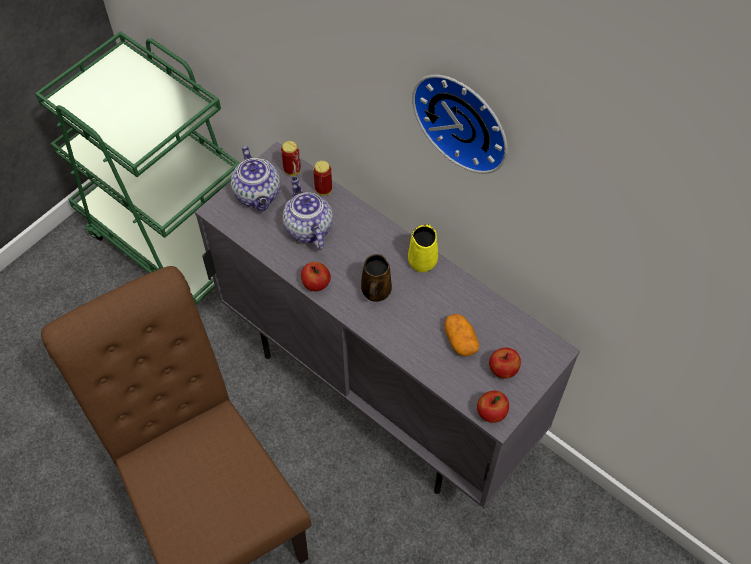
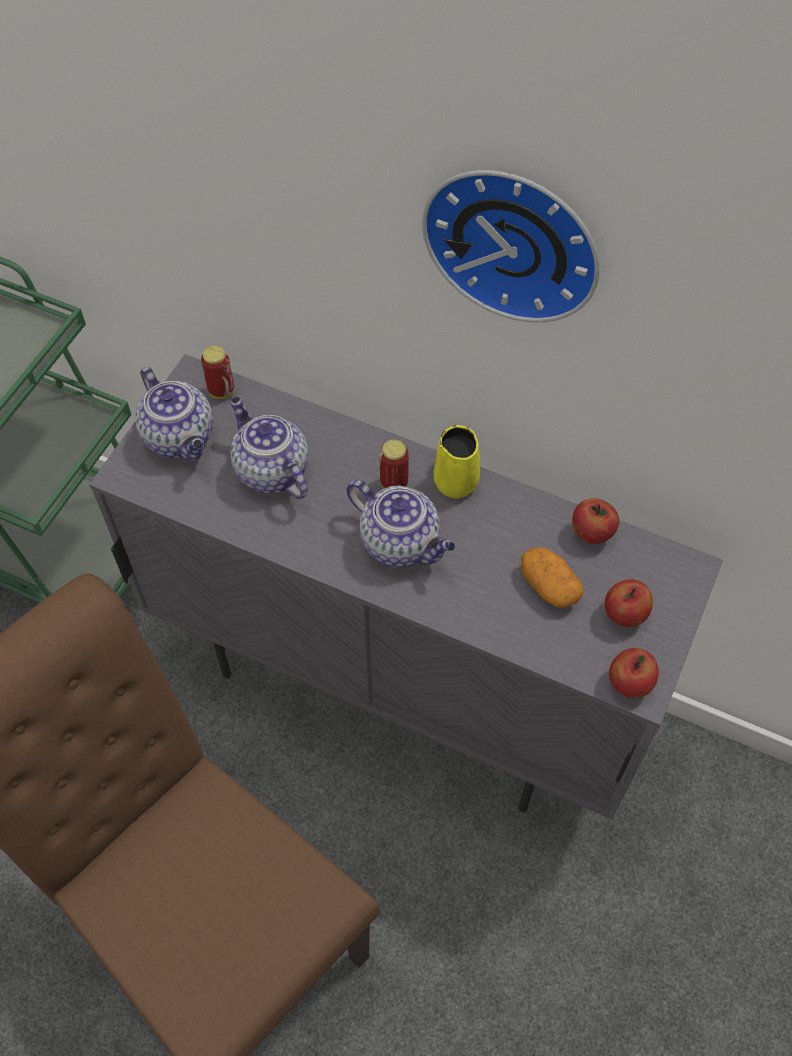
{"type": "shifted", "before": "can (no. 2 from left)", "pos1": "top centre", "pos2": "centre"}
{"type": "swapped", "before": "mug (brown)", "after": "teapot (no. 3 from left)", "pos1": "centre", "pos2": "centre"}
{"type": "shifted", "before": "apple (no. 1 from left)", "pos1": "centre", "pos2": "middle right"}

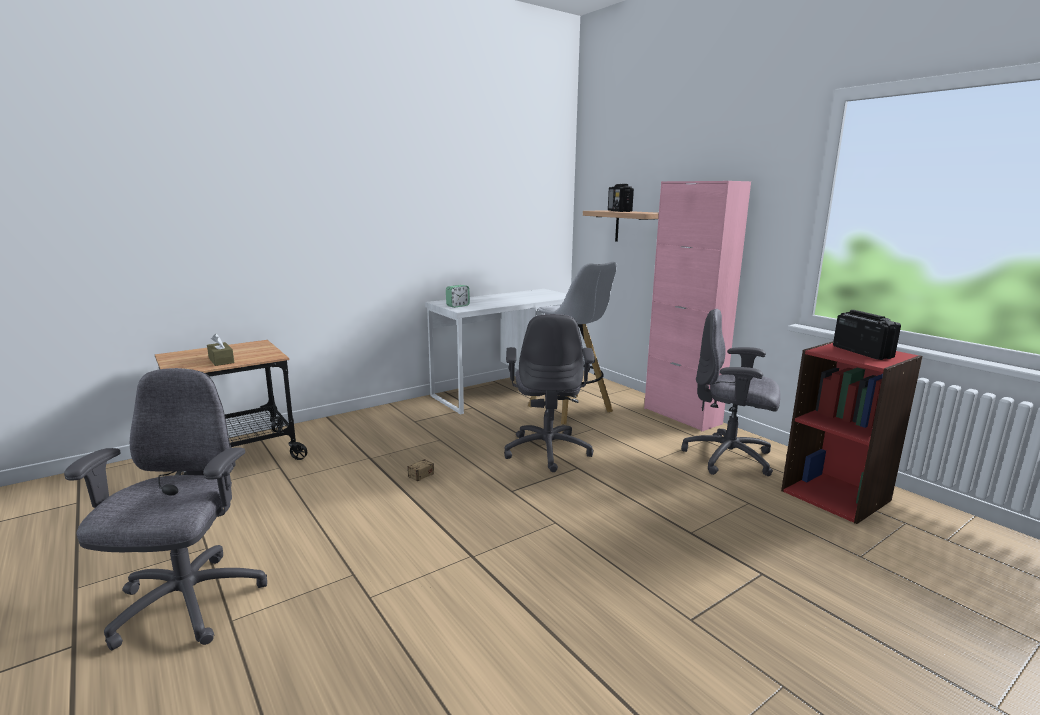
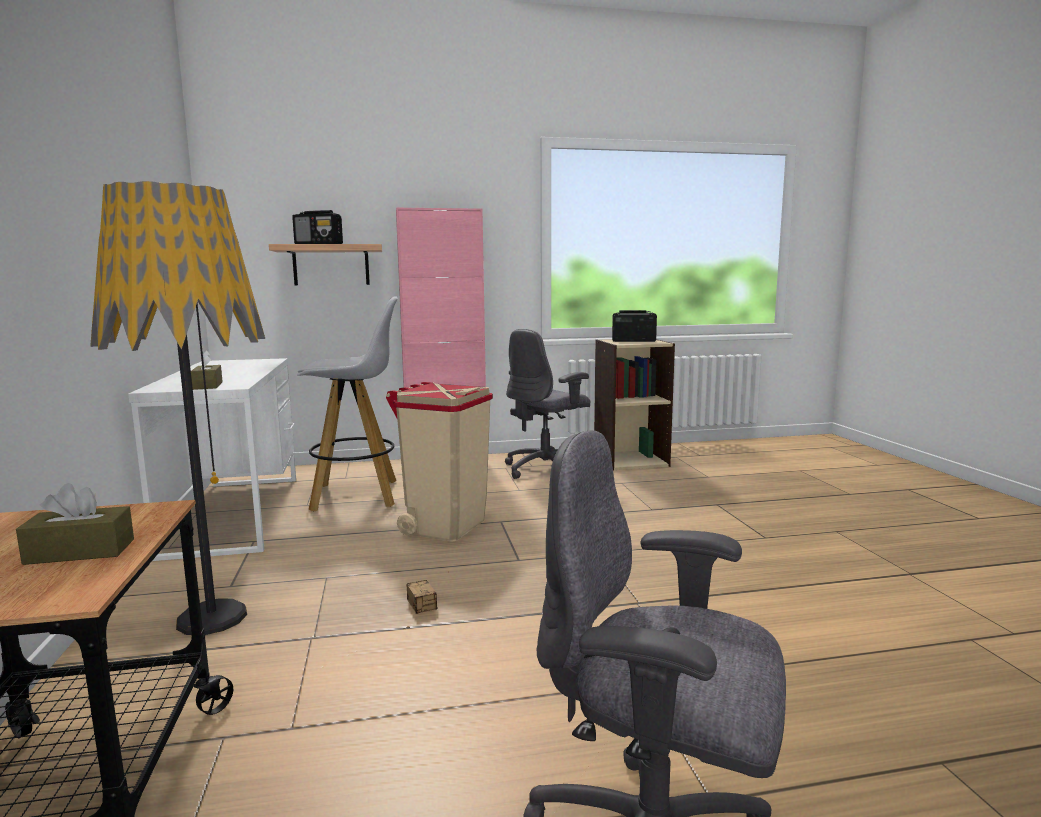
{"type": "swapped", "before": "alarm clock", "after": "tissue box (brown) (no. 2 from left)", "pos1": "centre", "pos2": "middle left"}
{"type": "swapped", "before": "office chair (grey) (no. 2 from left)", "after": "trash can (beige)", "pos1": "centre", "pos2": "centre"}
{"type": "repainted", "before": "bookcase (red)", "after": "bookcase (beige)", "pos1": "middle right", "pos2": "centre"}
{"type": "new", "after": "floor lamp", "pos2": "middle left"}

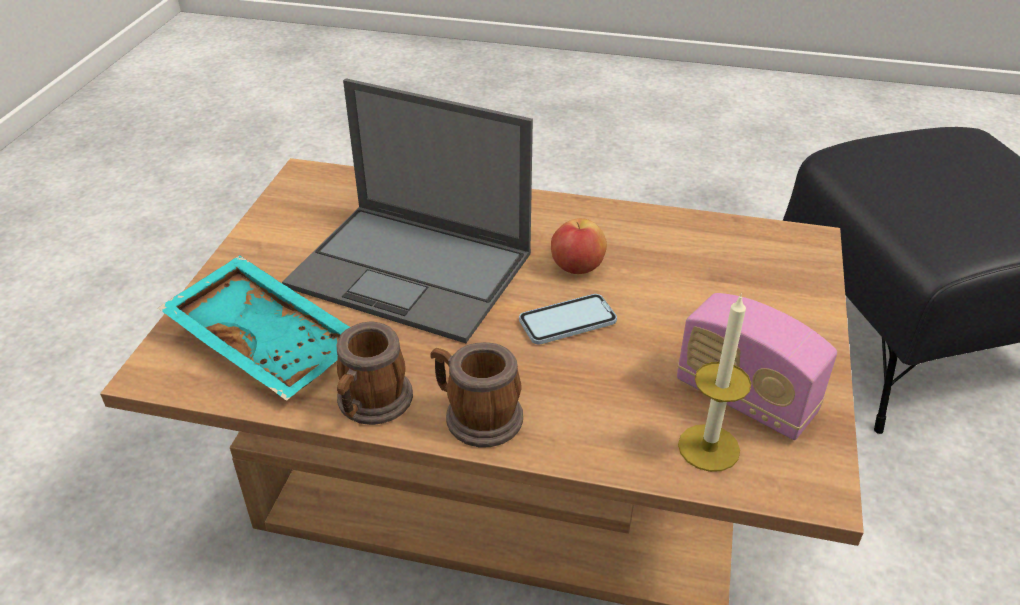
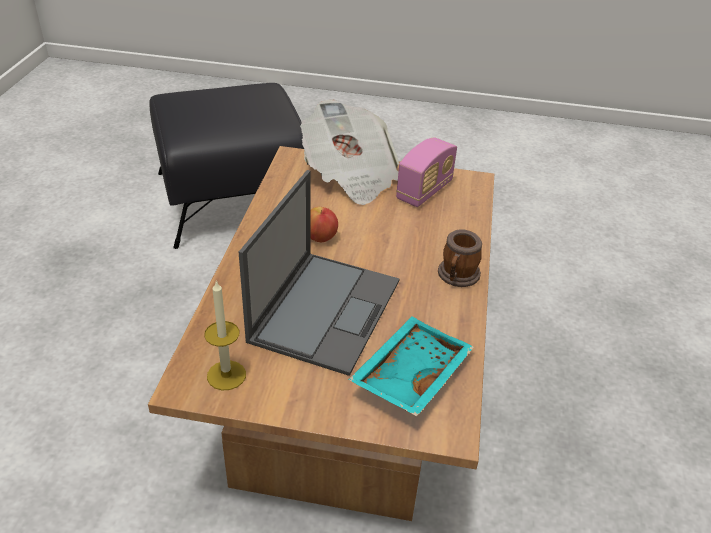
{"type": "gone", "before": "phone", "pos1": "centre"}
{"type": "shifted", "before": "candle", "pos1": "middle right", "pos2": "middle left"}
{"type": "gone", "before": "mug (no. 1 from left)", "pos1": "centre"}
{"type": "new", "after": "newspaper", "pos2": "top centre"}

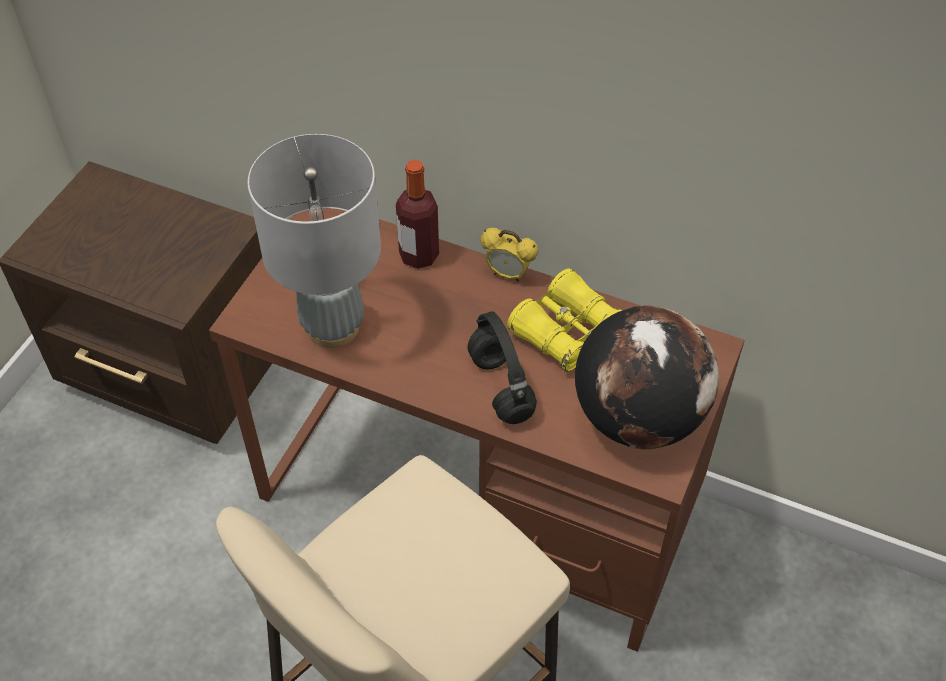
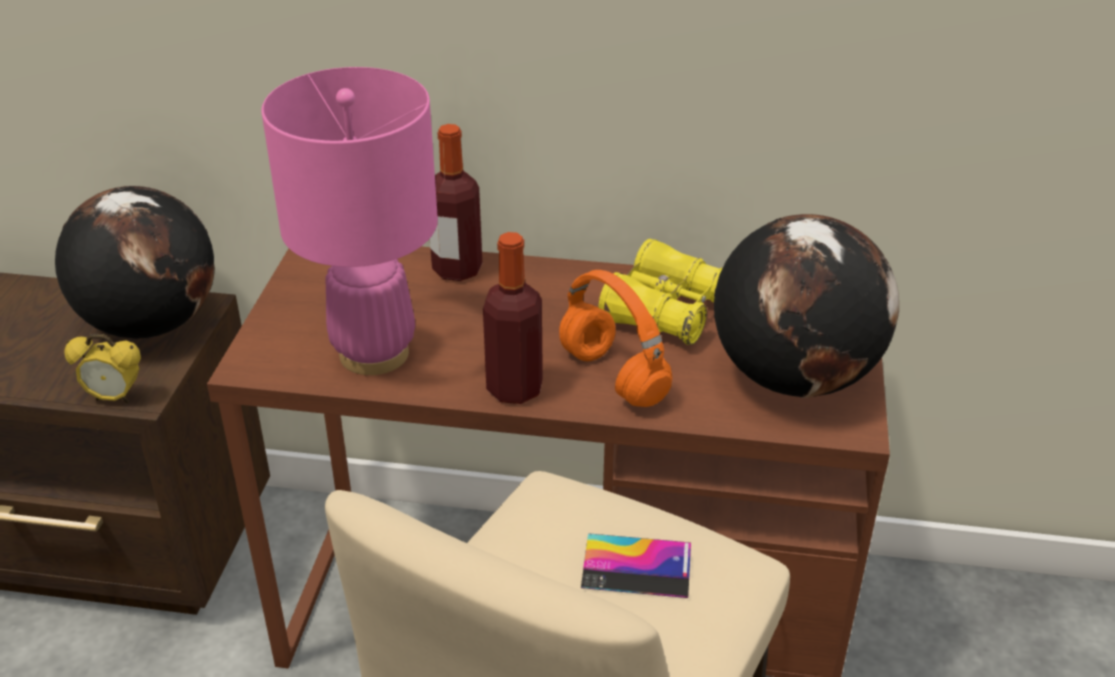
{"type": "repainted", "before": "table lamp (grey)", "after": "table lamp (pink)", "pos1": "middle left", "pos2": "top left"}
{"type": "shifted", "before": "alarm clock", "pos1": "centre", "pos2": "middle left"}
{"type": "repainted", "before": "headphones (black)", "after": "headphones (orange)", "pos1": "centre", "pos2": "centre"}
{"type": "new", "after": "globe (no. 1 from left)", "pos2": "middle left"}
{"type": "new", "after": "bottle (no. 2 from left)", "pos2": "centre"}
{"type": "new", "after": "phone", "pos2": "bottom centre"}

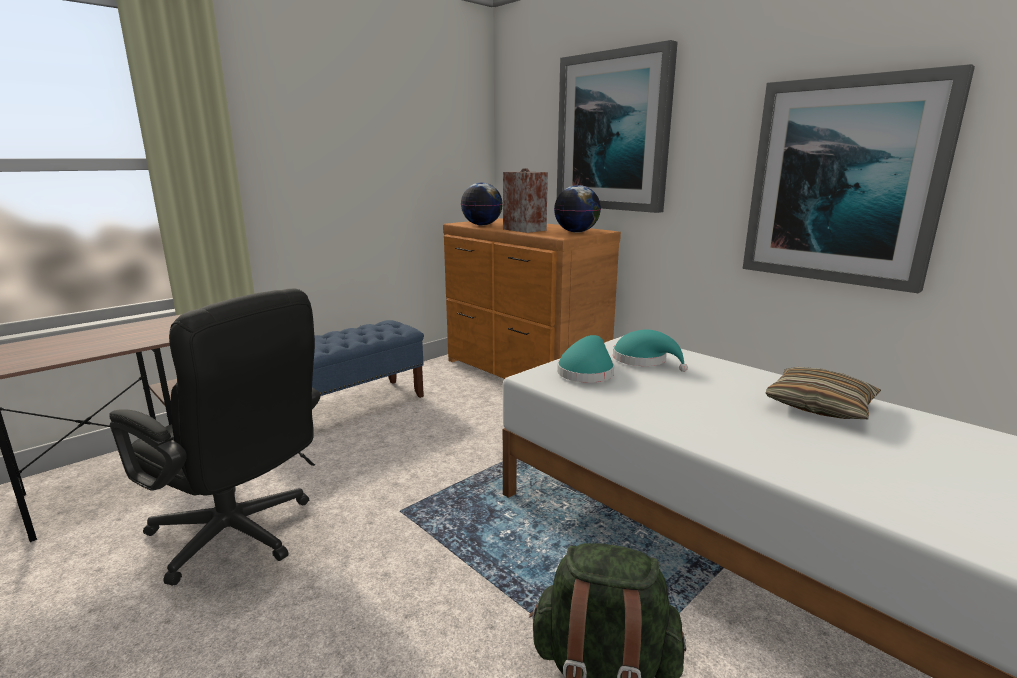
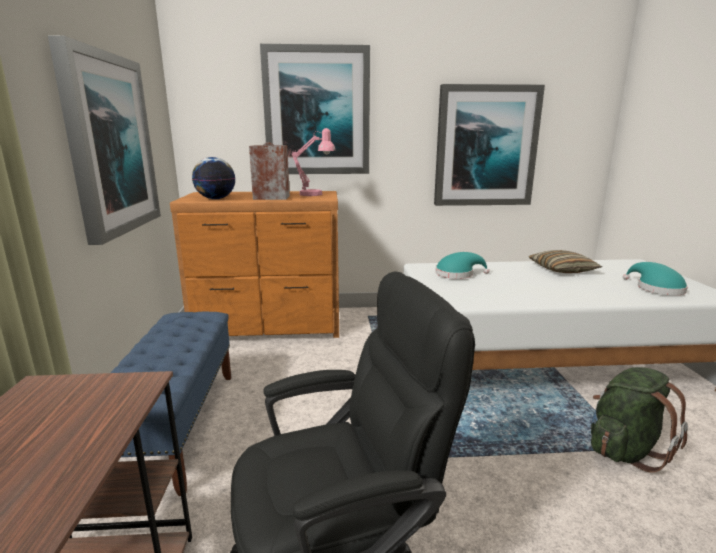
{"type": "swapped", "before": "globe (no. 2 from left)", "after": "table lamp (pink)", "pos1": "top centre", "pos2": "top centre"}
{"type": "shifted", "before": "hat (turquoise) (no. 1 from left in the first image)", "after": "hat (turquoise) (no. 2 from left)", "pos1": "centre", "pos2": "middle right"}
{"type": "new", "after": "picture (no. 1 from left)", "pos2": "top left"}

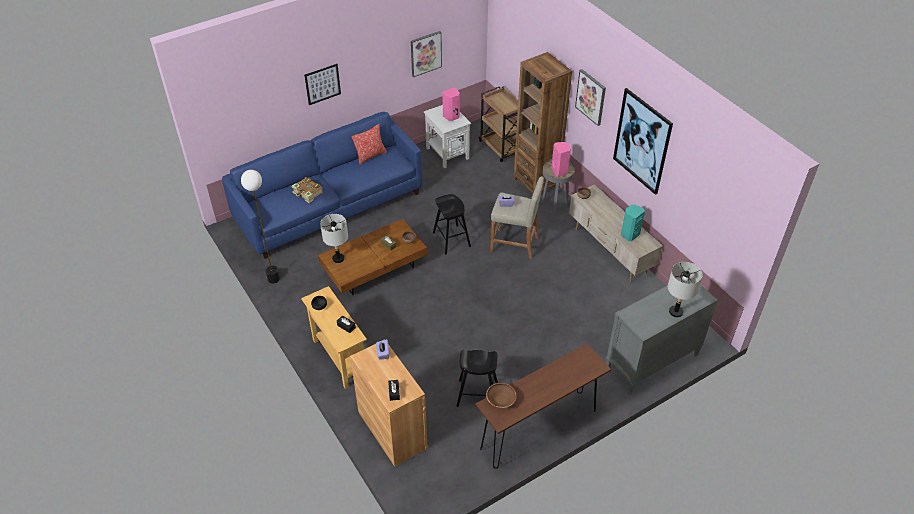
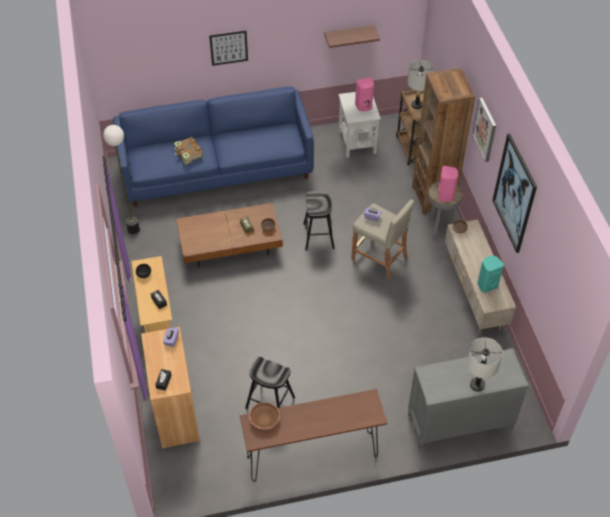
{"type": "swapped", "before": "picture (no. 2 from left)", "after": "shelf", "pos1": "top centre", "pos2": "top centre"}
{"type": "gone", "before": "pillow", "pos1": "top centre"}
{"type": "shifted", "before": "table lamp (grey) (no. 1 from left)", "pos1": "centre", "pos2": "top right"}

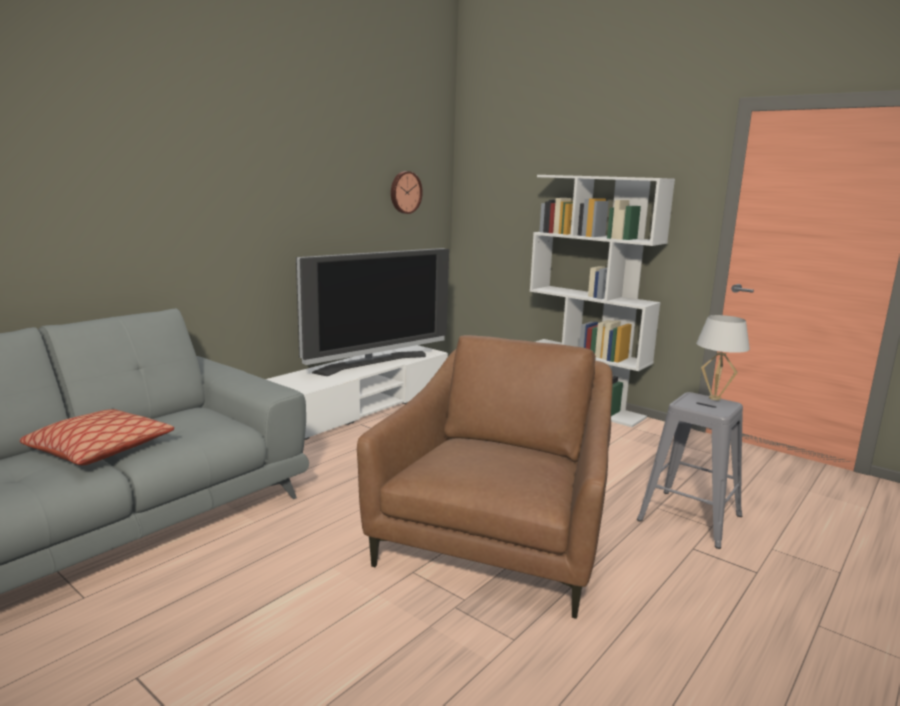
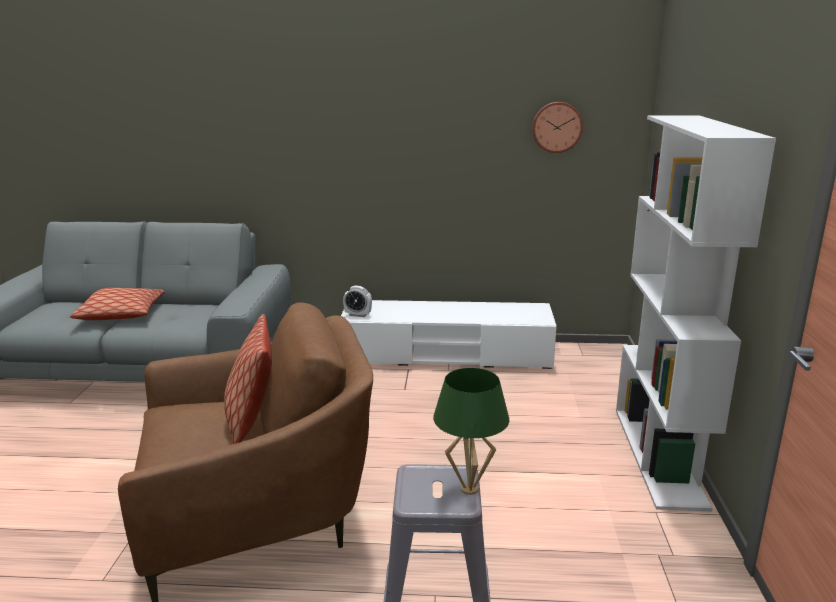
{"type": "gone", "before": "television", "pos1": "centre"}
{"type": "repainted", "before": "table lamp (white)", "after": "table lamp (green)", "pos1": "middle right", "pos2": "bottom centre"}
{"type": "new", "after": "alarm clock", "pos2": "centre"}
{"type": "new", "after": "pillow (no. 2 from left)", "pos2": "middle left"}

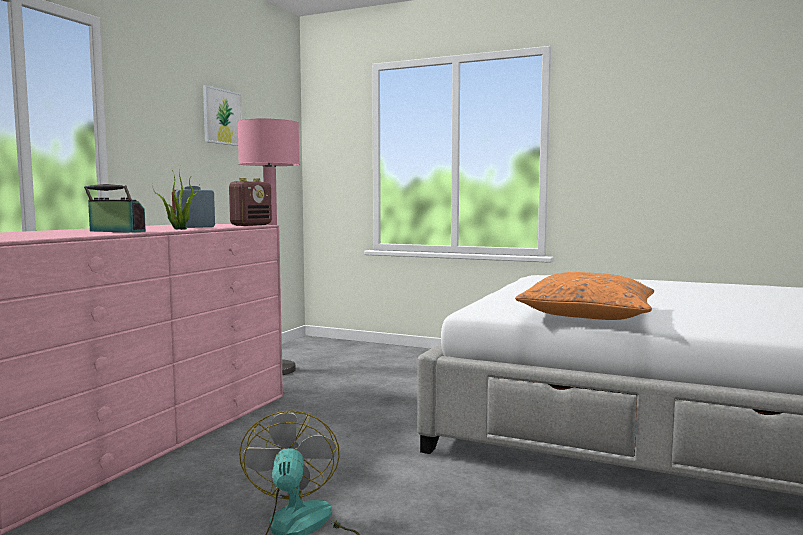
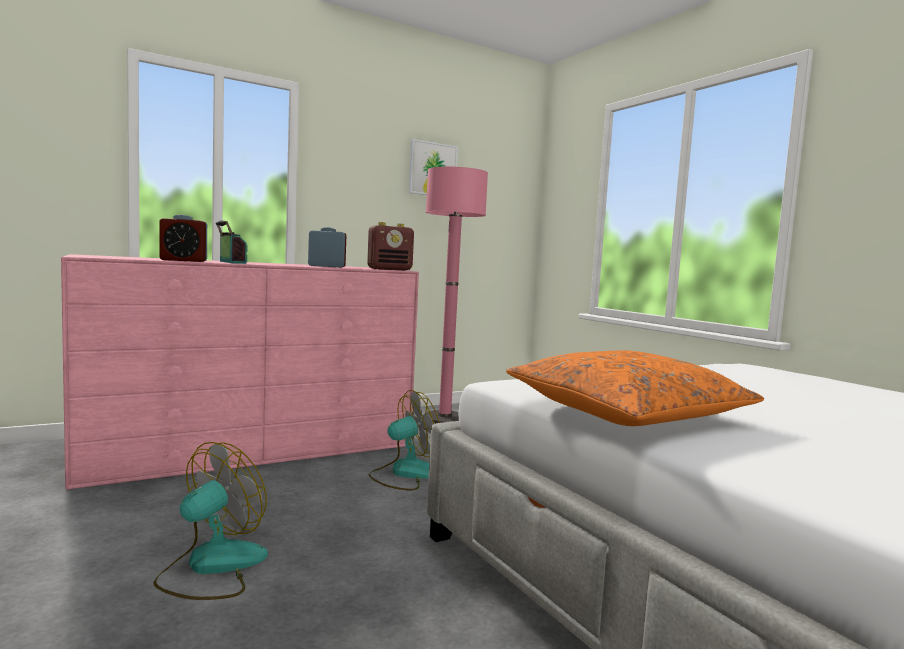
{"type": "gone", "before": "potted plant", "pos1": "middle left"}
{"type": "new", "after": "alarm clock (no. 1 from left)", "pos2": "middle left"}
{"type": "new", "after": "fan (no. 2 from left)", "pos2": "bottom centre"}

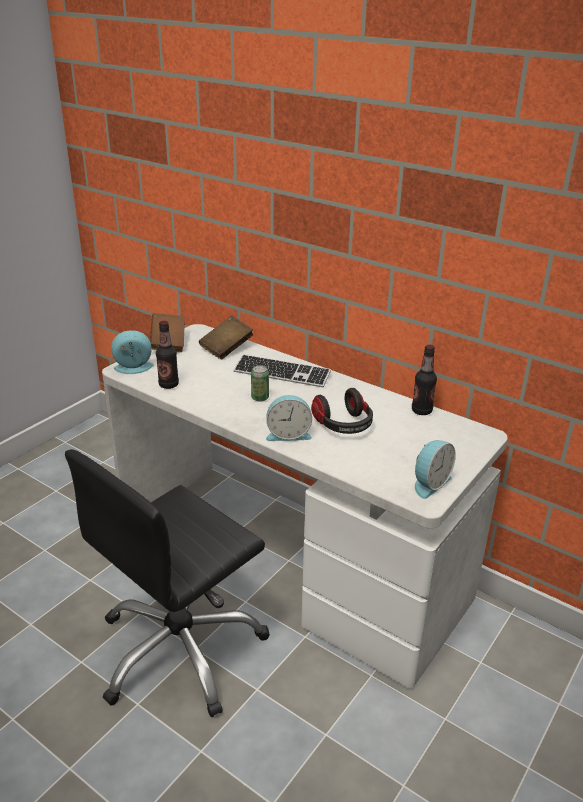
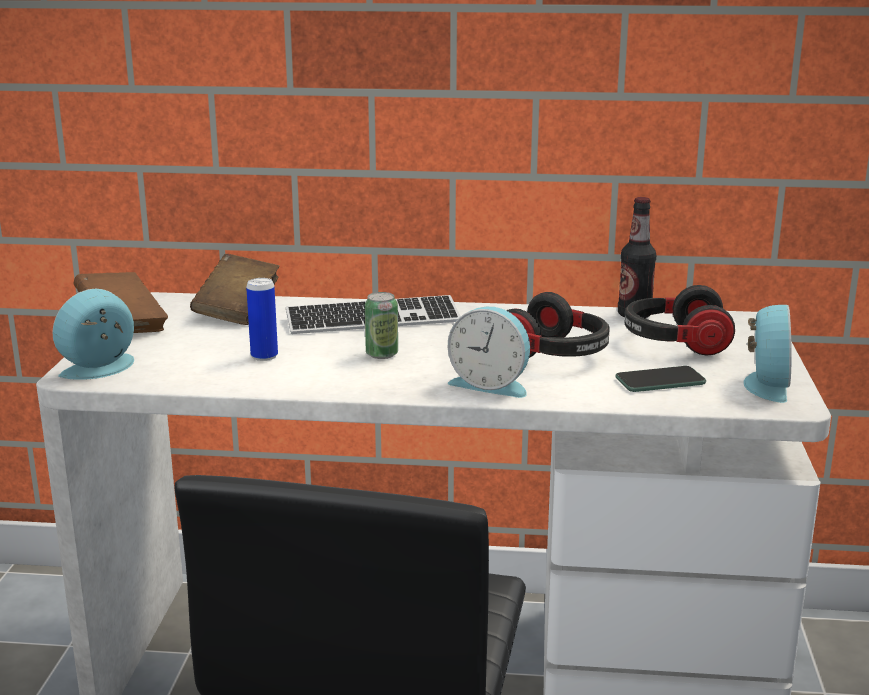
{"type": "gone", "before": "bottle (no. 1 from left)", "pos1": "middle left"}
{"type": "rotated", "before": "alarm clock (no. 2 from left)", "pos1": "centre", "pos2": "centre", "turn": 60}
{"type": "new", "after": "can (no. 1 from left)", "pos2": "middle left"}
{"type": "new", "after": "headphones (no. 2 from left)", "pos2": "middle right"}
{"type": "new", "after": "phone", "pos2": "middle right"}

